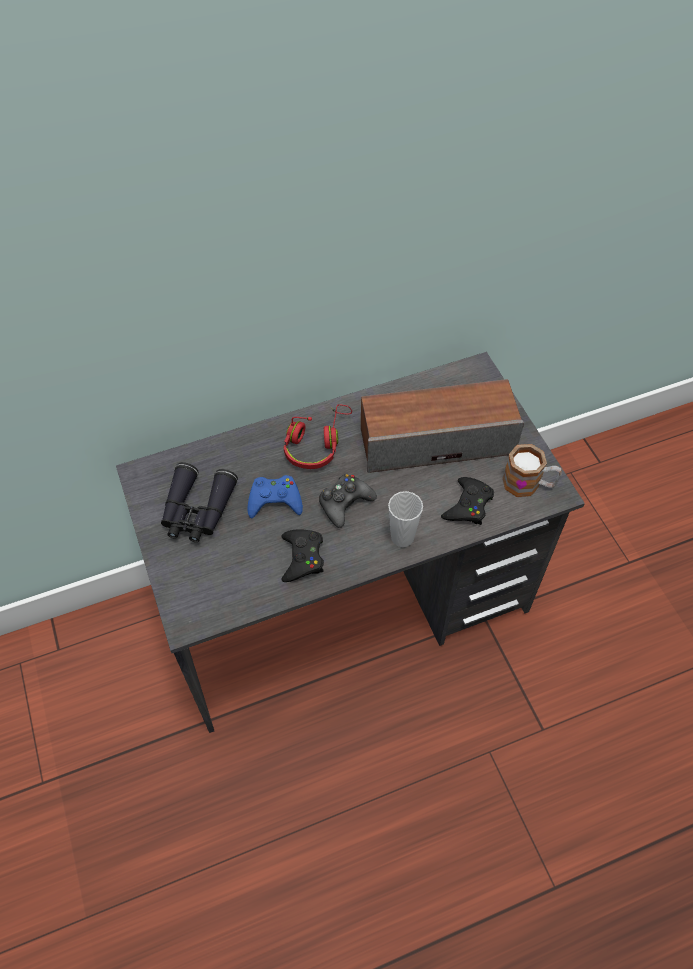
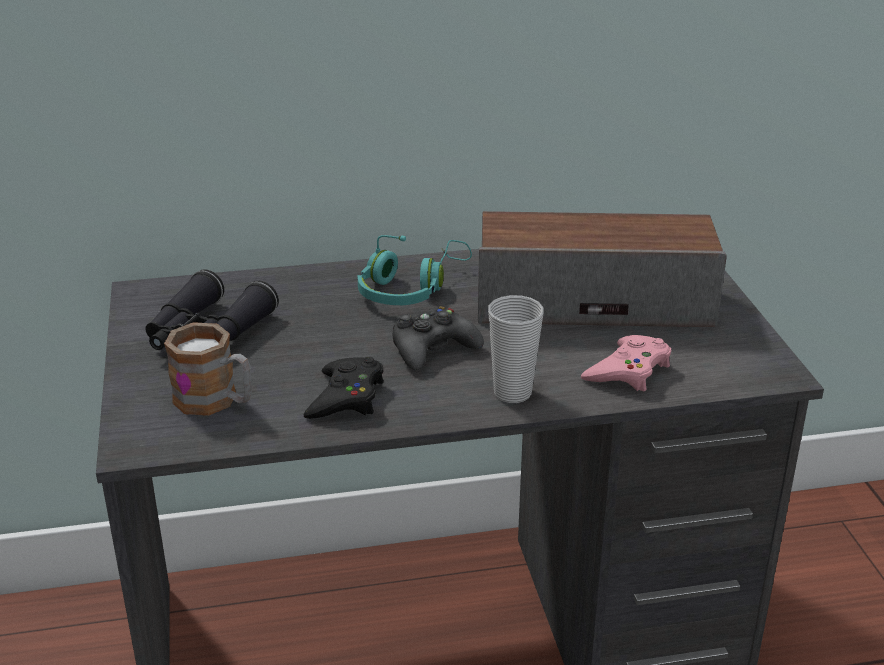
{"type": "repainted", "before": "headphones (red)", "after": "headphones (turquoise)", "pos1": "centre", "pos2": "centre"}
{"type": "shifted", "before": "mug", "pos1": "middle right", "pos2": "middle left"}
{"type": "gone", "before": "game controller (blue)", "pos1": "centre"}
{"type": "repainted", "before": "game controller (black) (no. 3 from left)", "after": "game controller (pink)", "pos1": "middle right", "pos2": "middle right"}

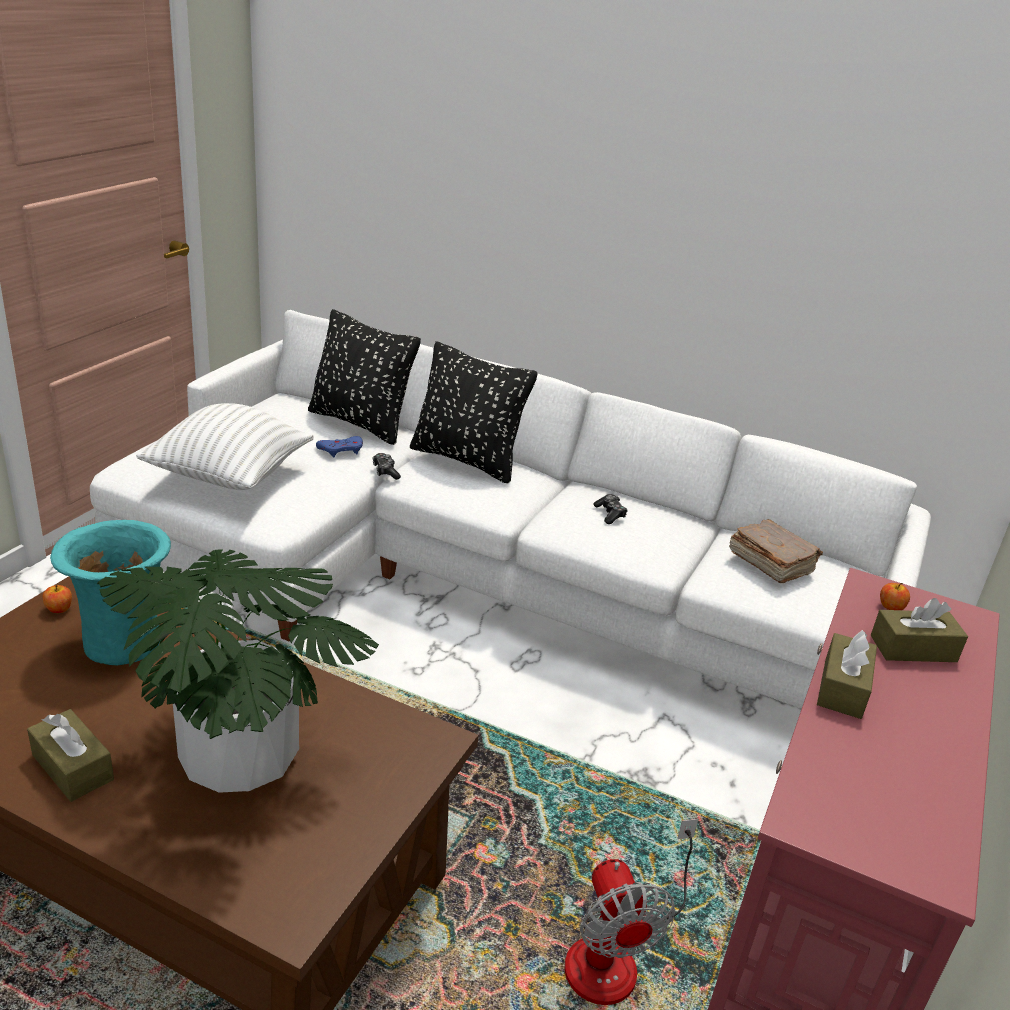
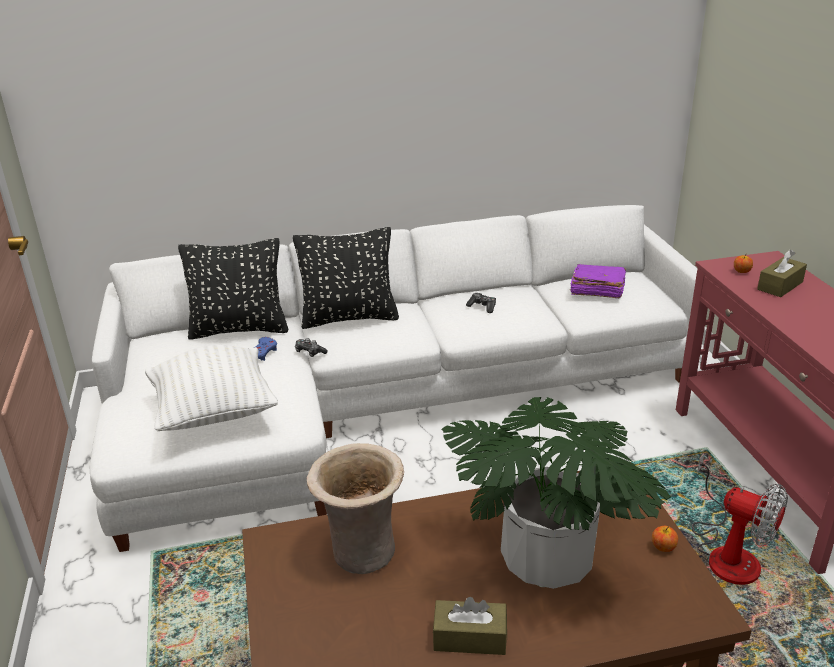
{"type": "repainted", "before": "book (brown)", "after": "book (purple)", "pos1": "middle right", "pos2": "middle right"}
{"type": "repainted", "before": "vase (turquoise)", "after": "vase (beige)", "pos1": "middle left", "pos2": "bottom centre"}
{"type": "shifted", "before": "apple (no. 1 from left)", "pos1": "middle left", "pos2": "bottom right"}
{"type": "gone", "before": "tissue box (brown) (no. 2 from left)", "pos1": "bottom right"}

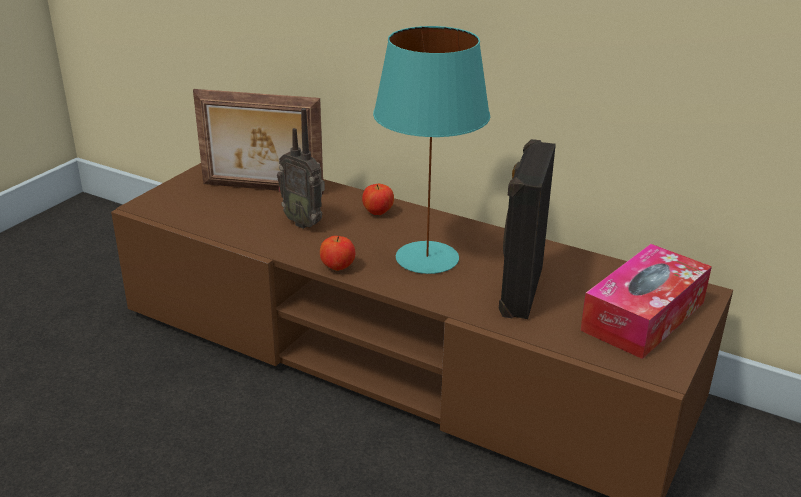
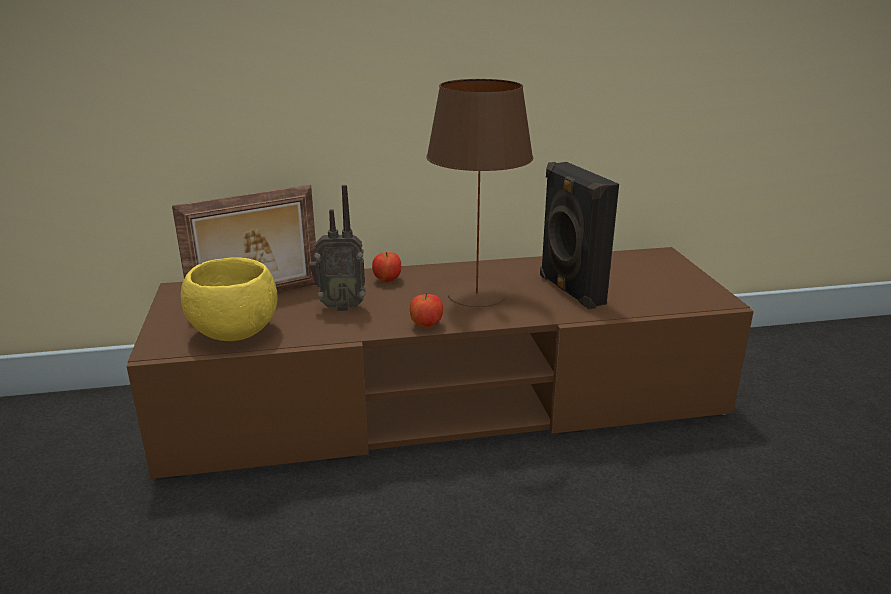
{"type": "repainted", "before": "table lamp (turquoise)", "after": "table lamp (brown)", "pos1": "top centre", "pos2": "top centre"}
{"type": "gone", "before": "tissue box", "pos1": "middle right"}
{"type": "new", "after": "bowl (yellow)", "pos2": "middle left"}

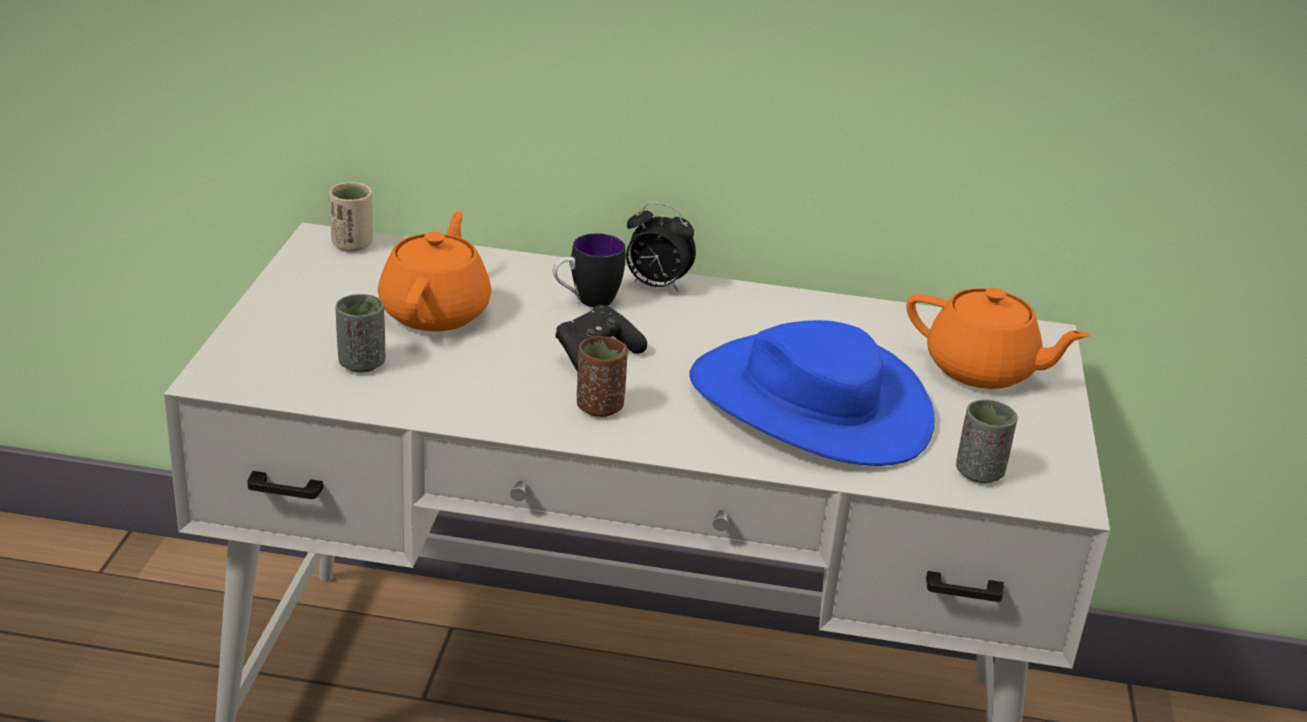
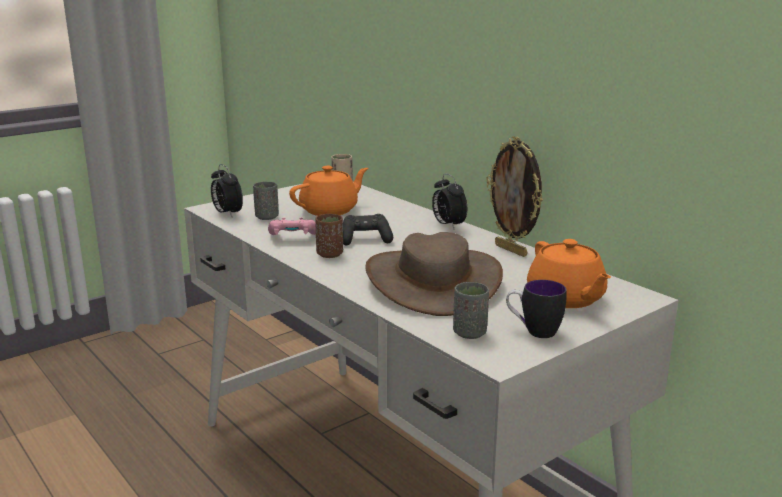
{"type": "shifted", "before": "mug", "pos1": "centre", "pos2": "middle right"}
{"type": "repainted", "before": "hat (blue)", "after": "hat (brown)", "pos1": "centre", "pos2": "centre"}
{"type": "new", "after": "picture frame", "pos2": "centre"}
{"type": "new", "after": "alarm clock (no. 1 from left)", "pos2": "middle left"}
{"type": "new", "after": "game controller (pink)", "pos2": "centre"}

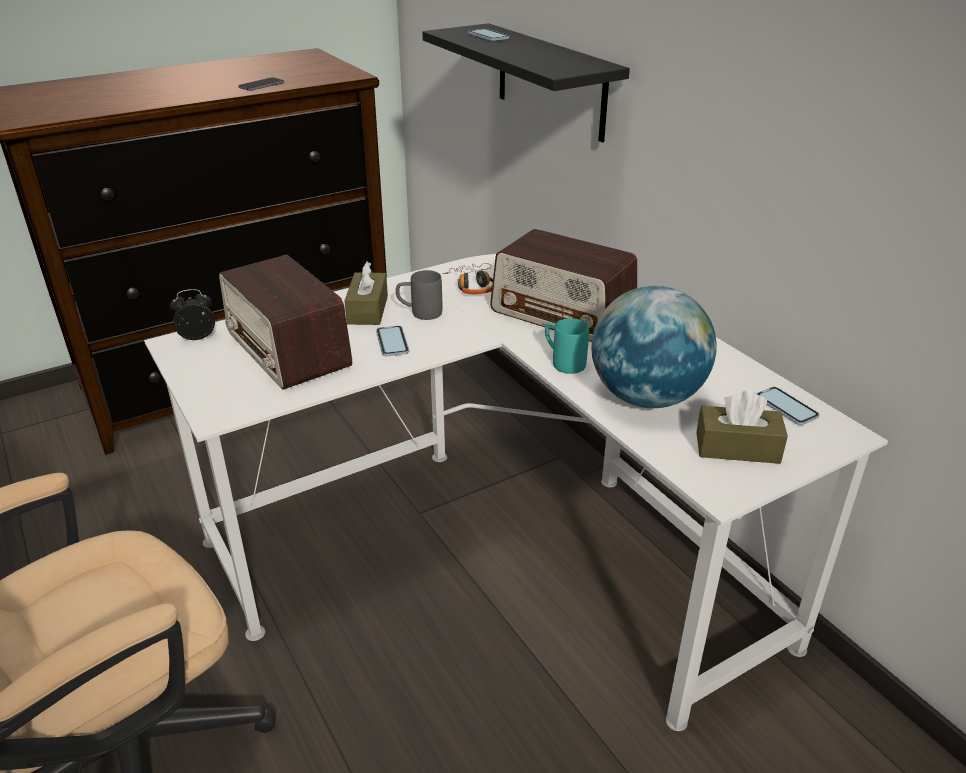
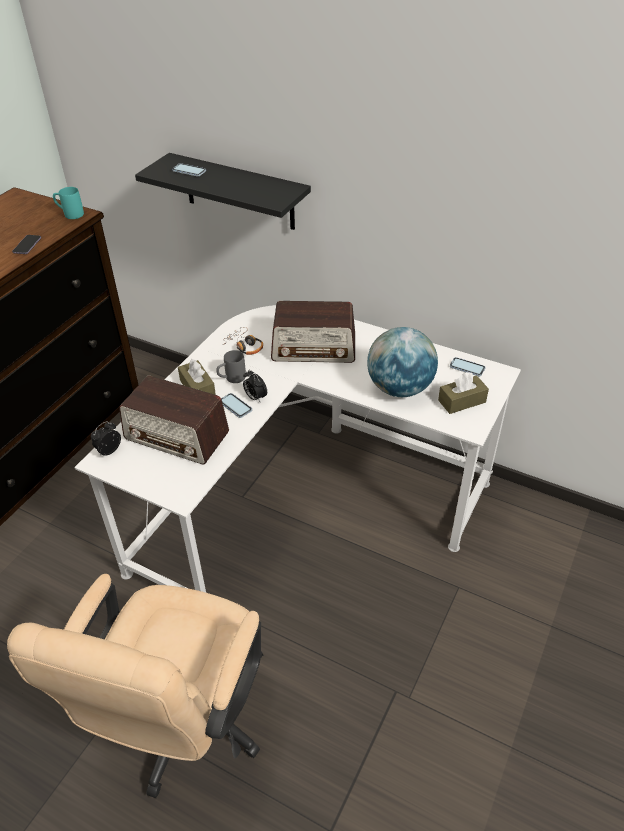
{"type": "shifted", "before": "mug (turquoise)", "pos1": "centre", "pos2": "top left"}
{"type": "new", "after": "alarm clock (no. 2 from left)", "pos2": "centre"}

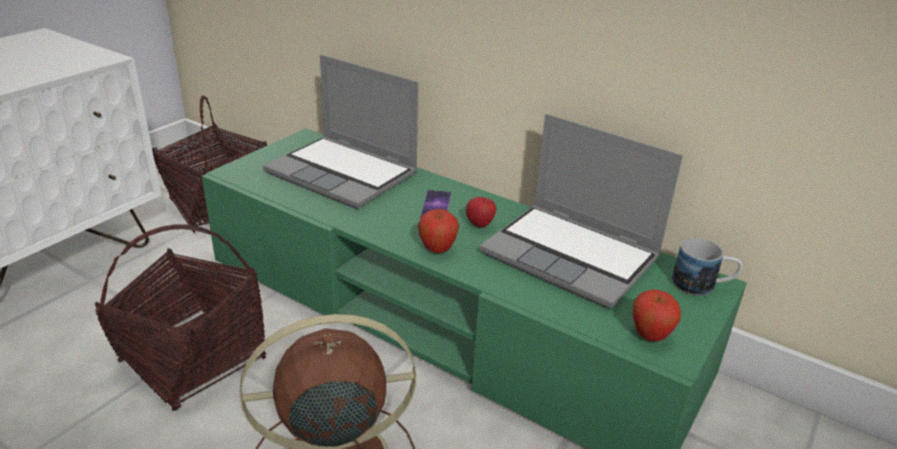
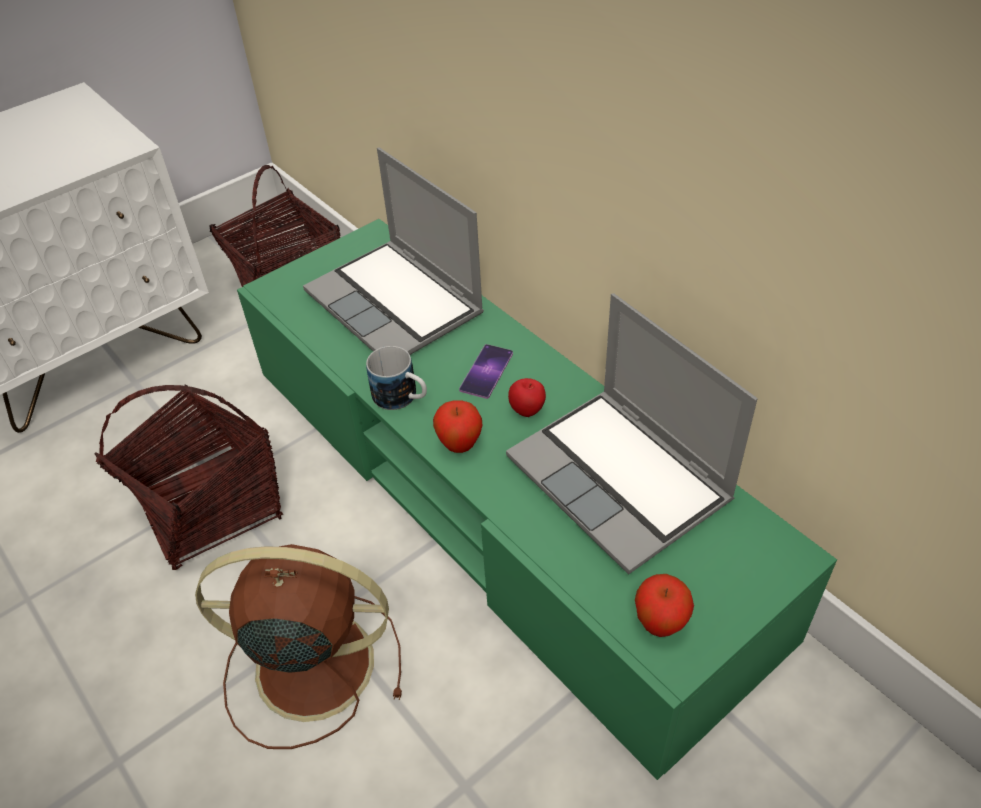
{"type": "shifted", "before": "mug", "pos1": "middle right", "pos2": "centre"}

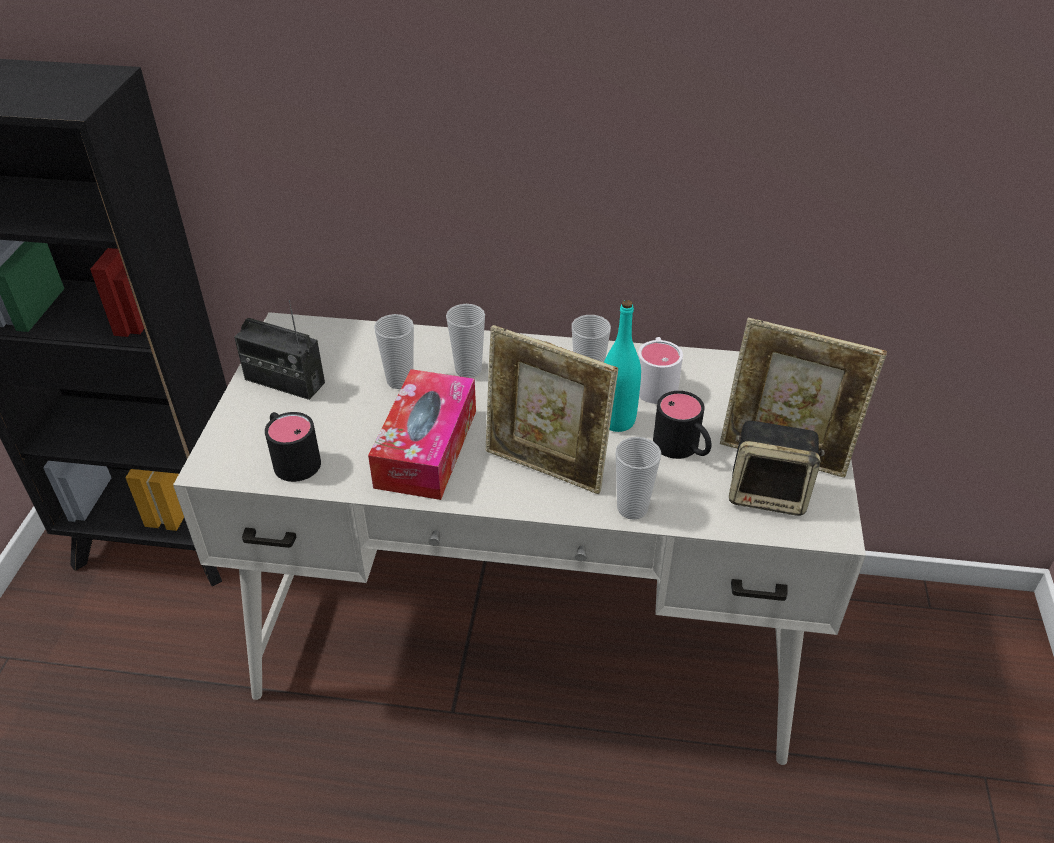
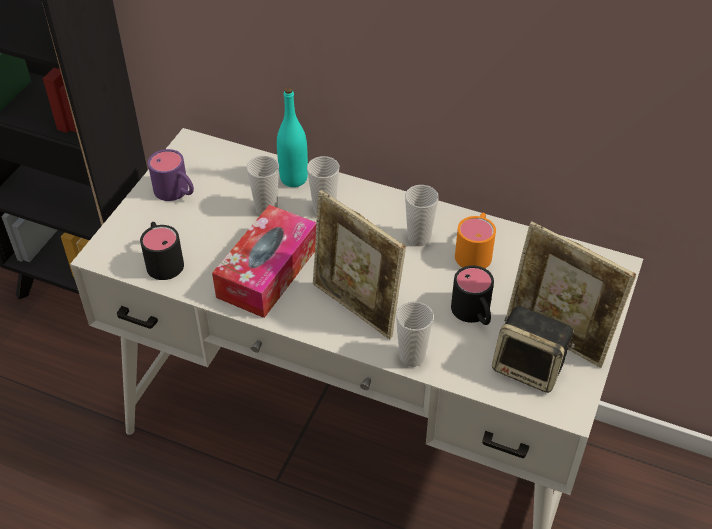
{"type": "swapped", "before": "radio", "after": "mug (purple)", "pos1": "middle left", "pos2": "top left"}
{"type": "shifted", "before": "bottle (turquoise)", "pos1": "centre", "pos2": "top centre"}
{"type": "repainted", "before": "mug (white)", "after": "mug (orange)", "pos1": "centre", "pos2": "middle right"}

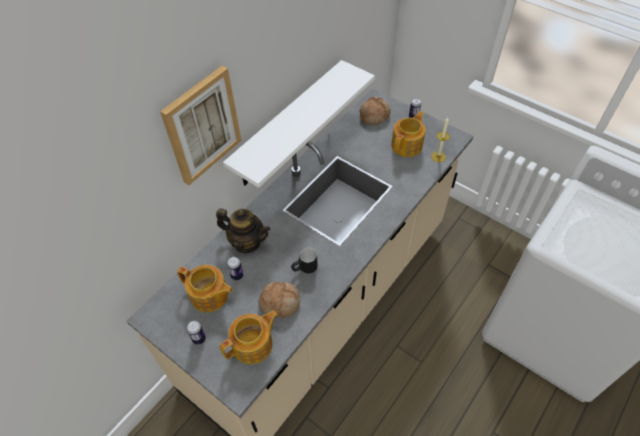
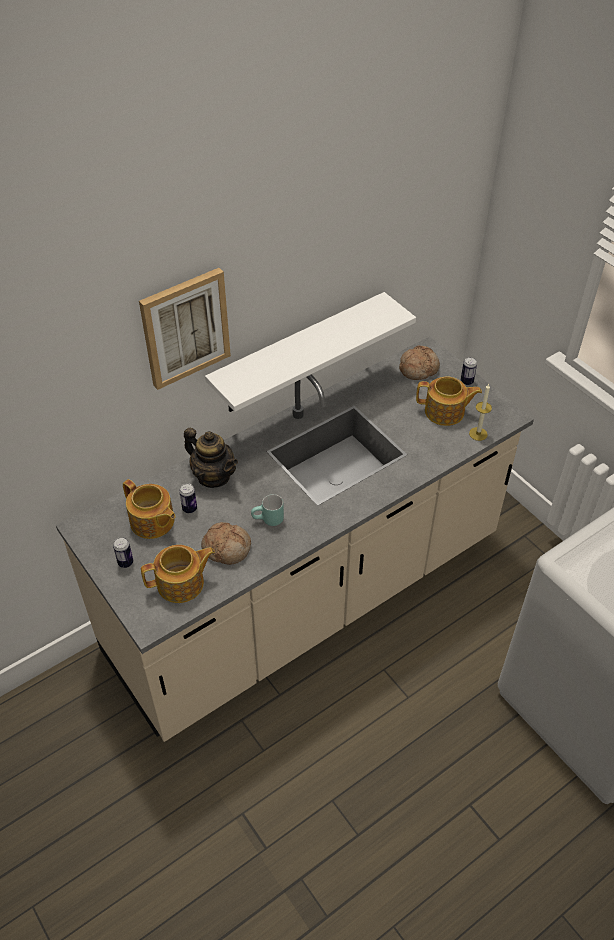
{"type": "rotated", "before": "teapot (no. 4 from left)", "pos1": "top centre", "pos2": "middle right", "turn": 45}
{"type": "repainted", "before": "mug (black)", "after": "mug (turquoise)", "pos1": "centre", "pos2": "centre"}

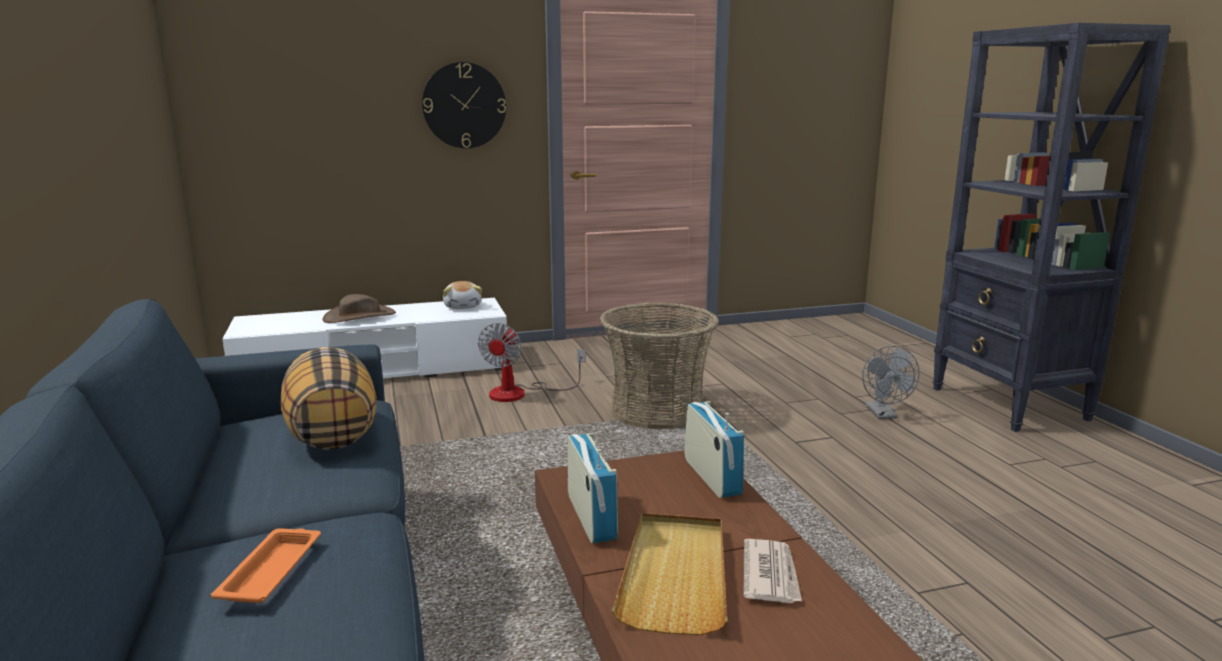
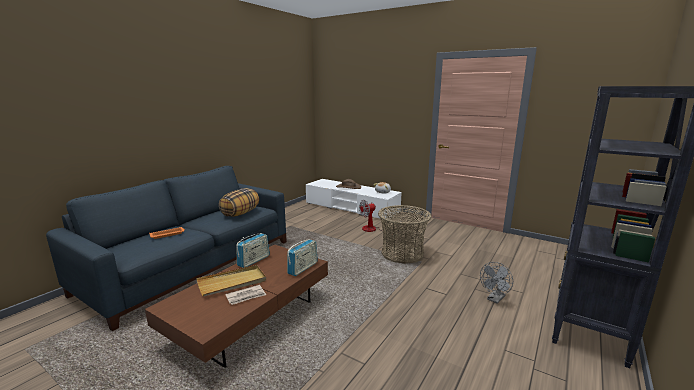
{"type": "gone", "before": "wall clock", "pos1": "top centre"}

